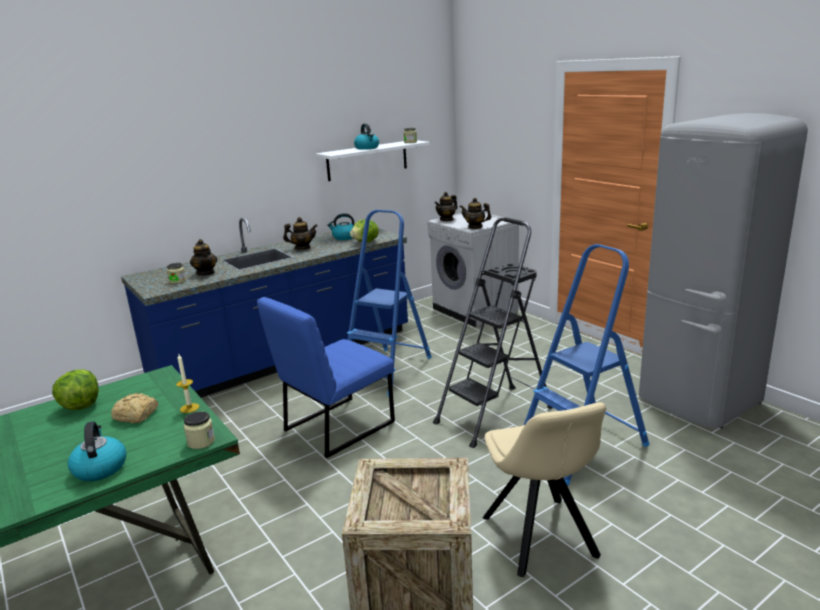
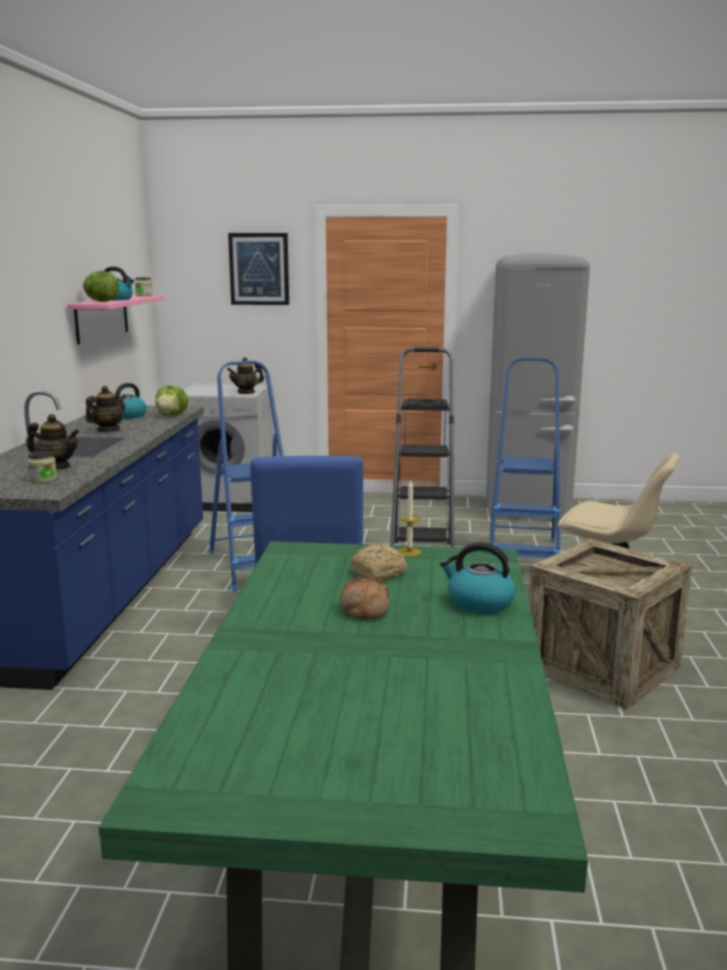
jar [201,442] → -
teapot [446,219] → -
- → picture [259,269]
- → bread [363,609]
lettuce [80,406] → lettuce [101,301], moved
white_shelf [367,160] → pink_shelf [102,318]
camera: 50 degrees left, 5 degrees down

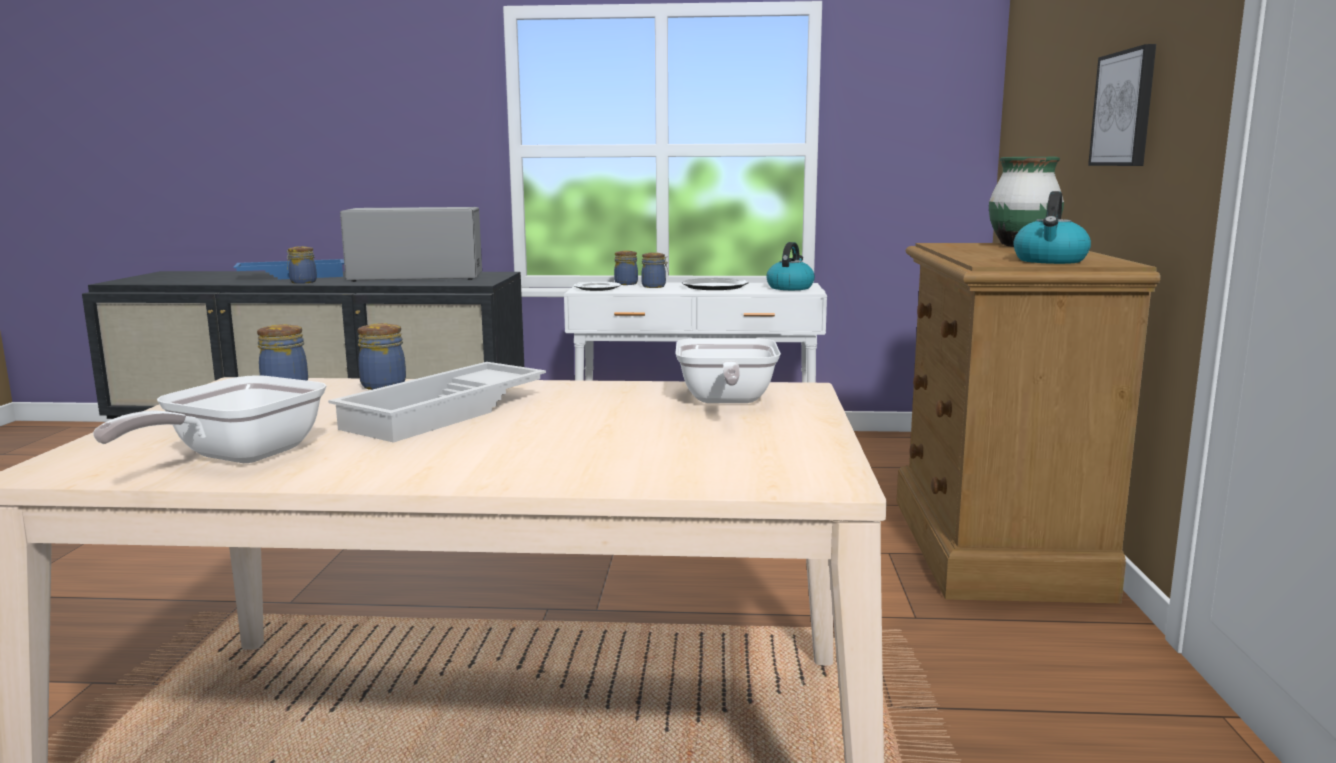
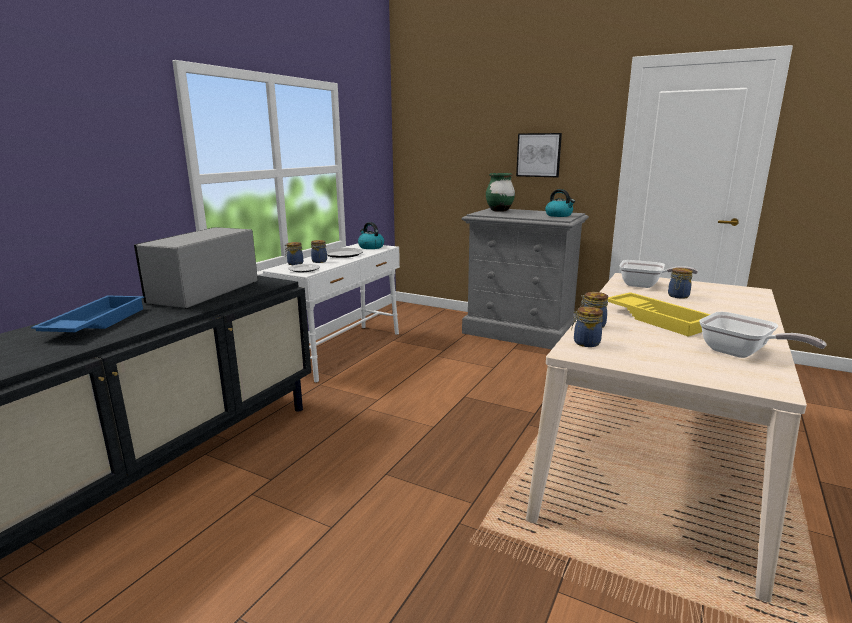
jar [302,282] → jar [678,296], moved
white_tray [446,413] → yellow_tray [658,319]
brown_dresser [994,546] → grey_dresser [519,332]
camera: 65 degrees left, 5 degrees up

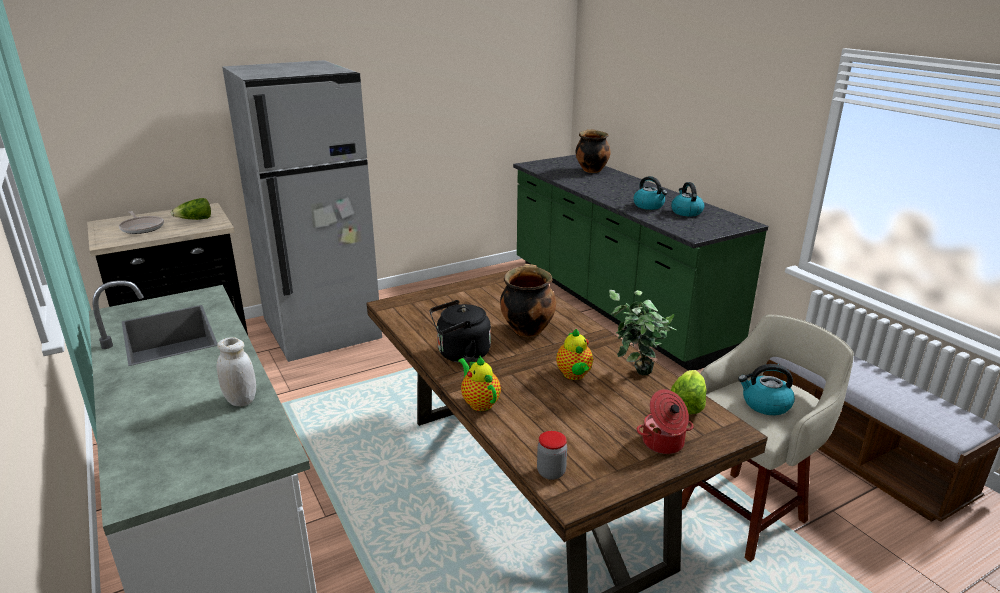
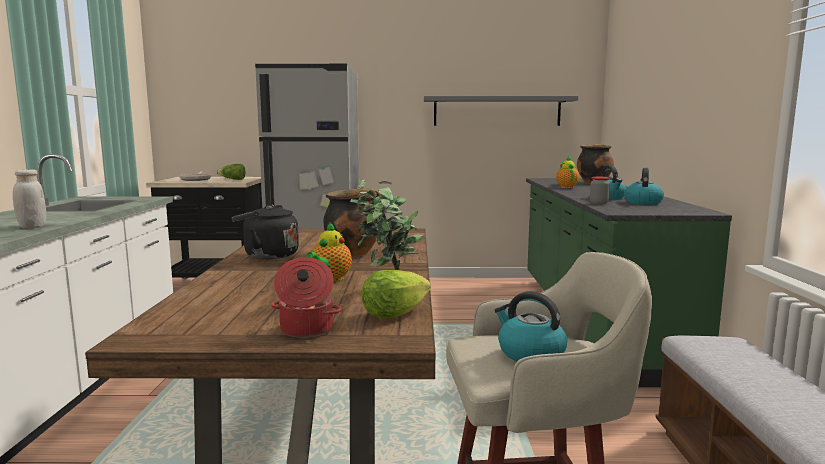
- → grey_shelf [497,111]
teapot [479,402] → teapot [566,187], moved
jar [551,472] → jar [598,203], moved
camera: 30 degrees right, 15 degrees down

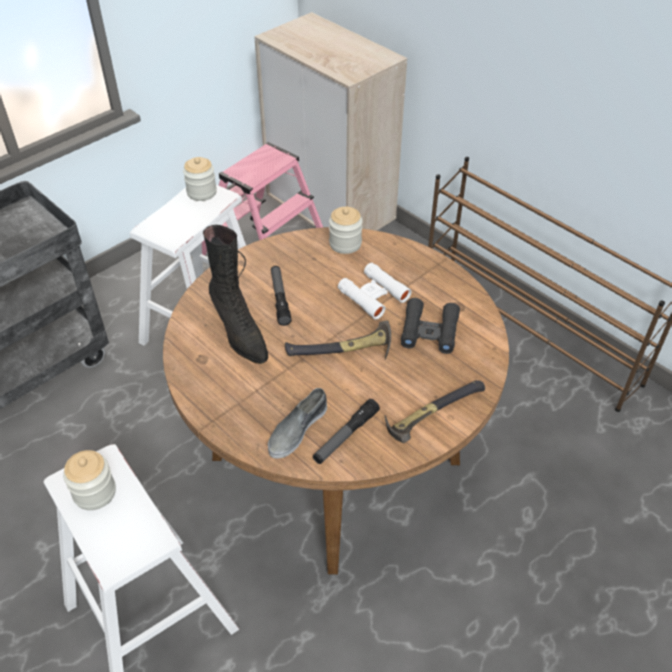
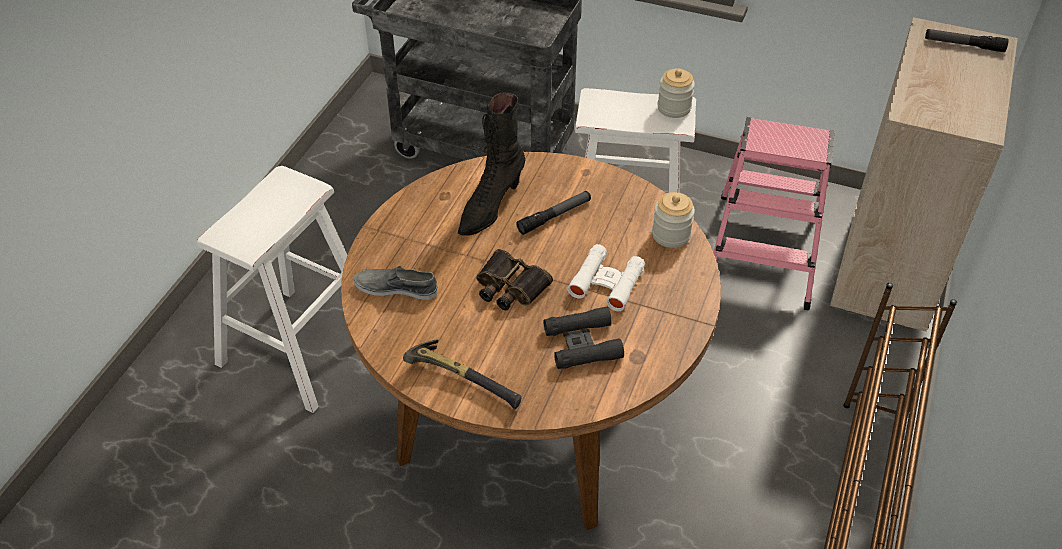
jar [94,492] → -
flashlight [346,436] → flashlight [964,45], moved
hammer [343,353] → binoculars [509,287]
camera: 65 degrees right, 0 degrees up

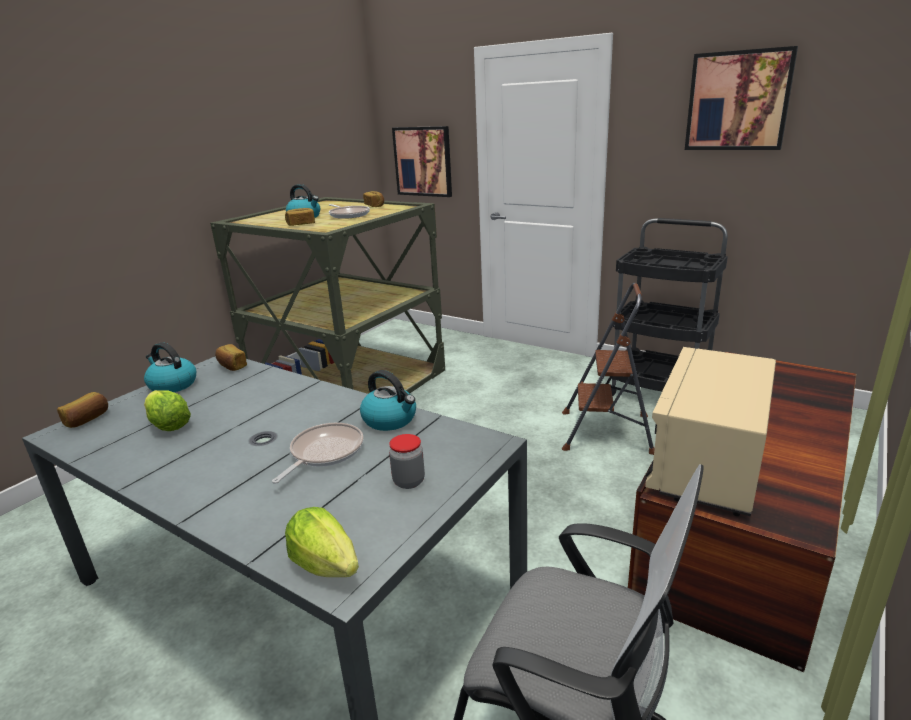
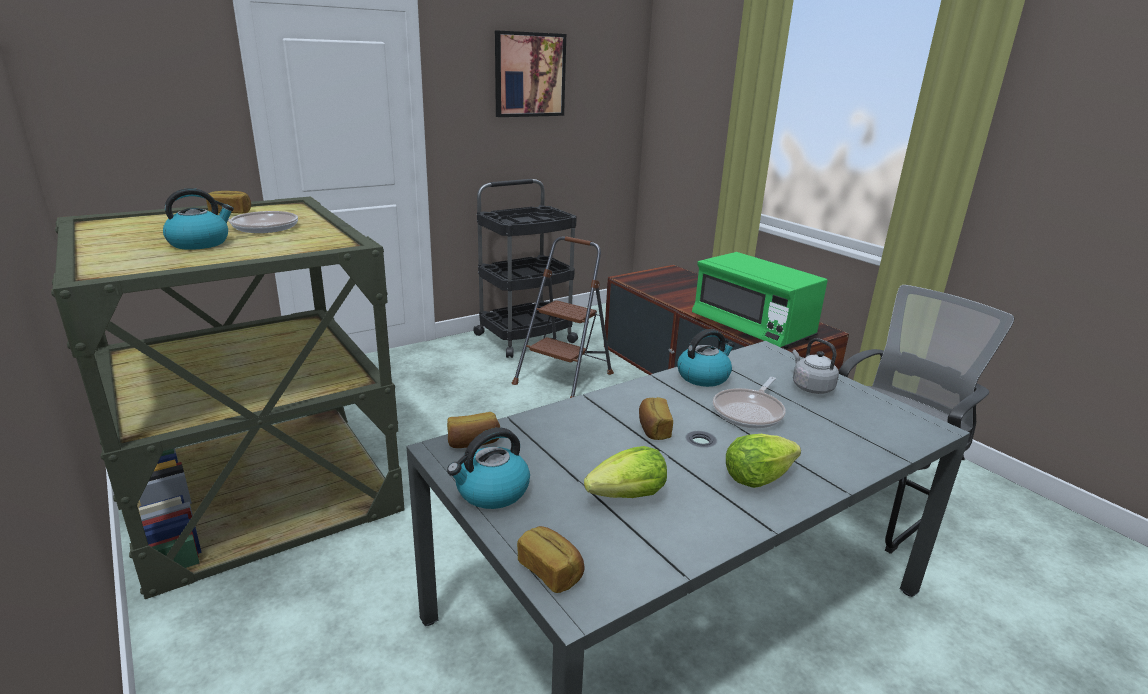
picture [423,161] → -
bread [301,224] → bread [653,429], moved
lettuce [325,564] → lettuce [756,478], moved
jar [409,481] → grey_kettle [810,387]
beige_microwave [707,464] → green_microwave [752,328]
frying_pan [324,453] → frying_pan [749,412], 105 degrees counterclockwise
camera: 70 degrees left, 0 degrees up

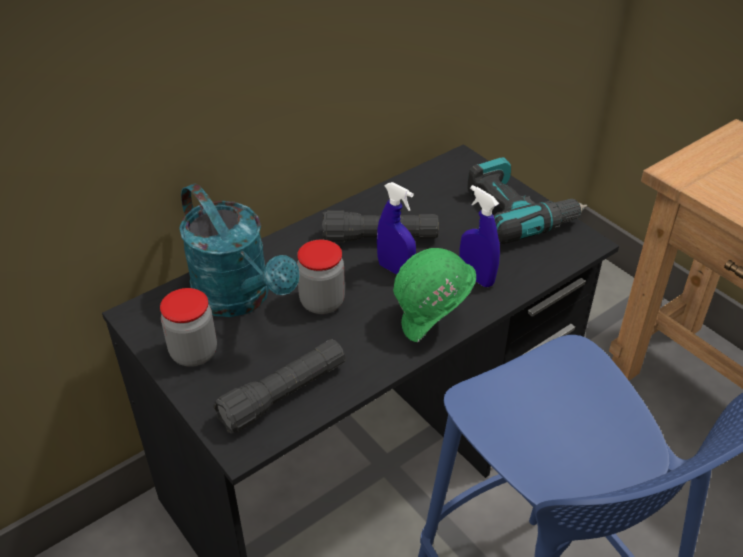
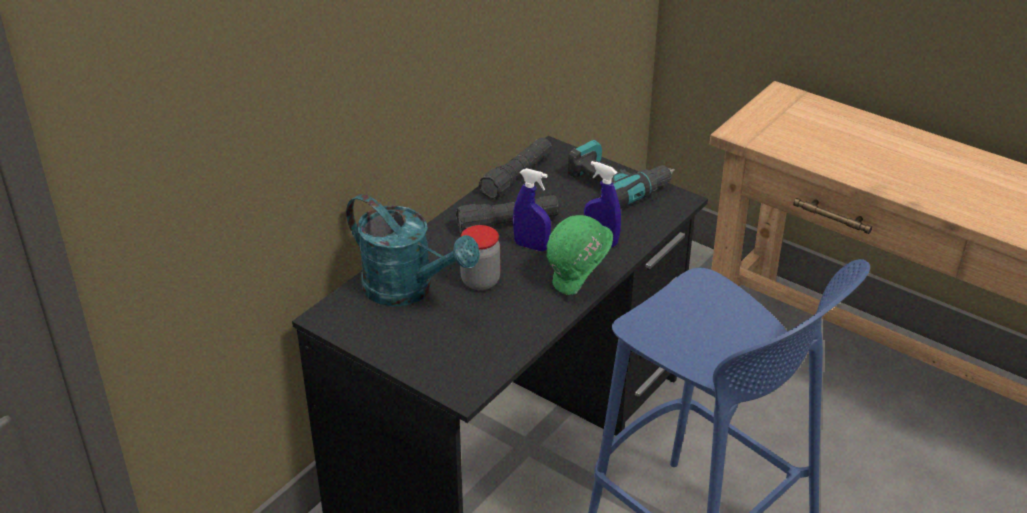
jar [194,353] → -
black_flashlight [283,395] → black_flashlight [517,177], moved
camera: 15 degrees left, 5 degrees down

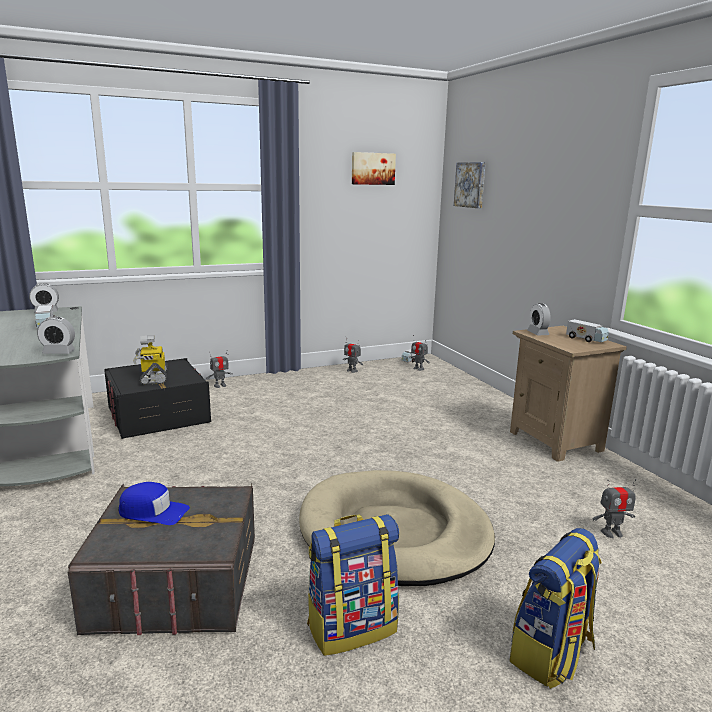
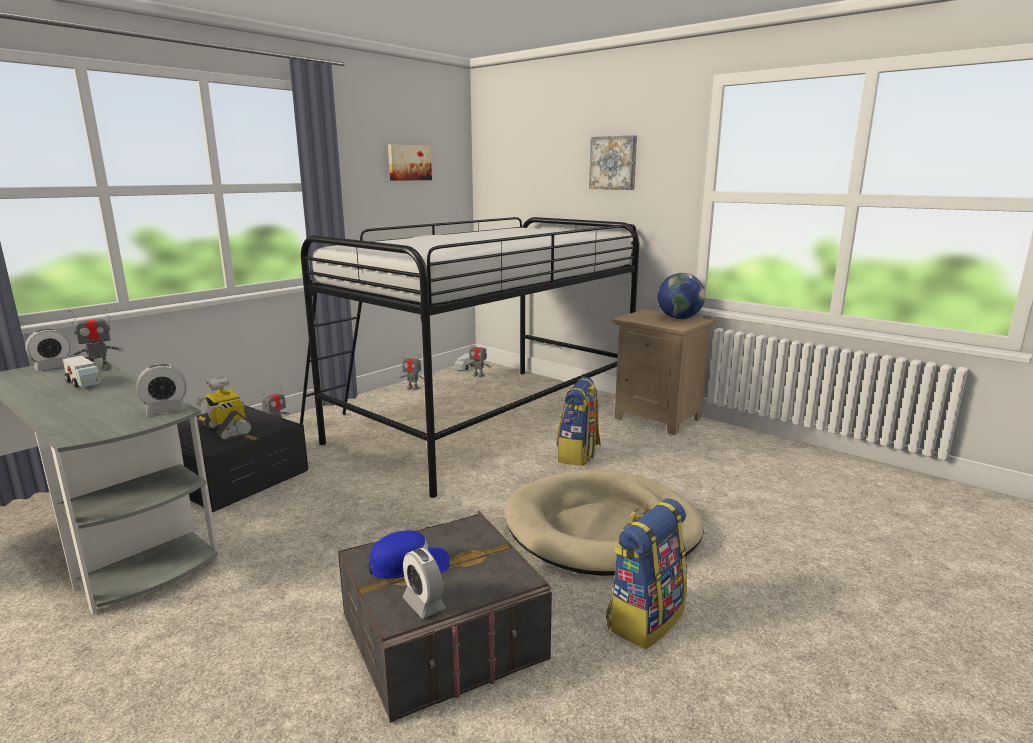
- → black_bed [483,421]
picture [471,185] → picture [614,163], moved
backpack [552,654] → backpack [578,455], moved
alarm_clock [537,333] → alarm_clock [423,604], moved
toy_robot [611,533] → toy_robot [100,369], moved
toy_truck [586,339] → globe [679,318]
camera: 25 degrees left, 0 degrees up

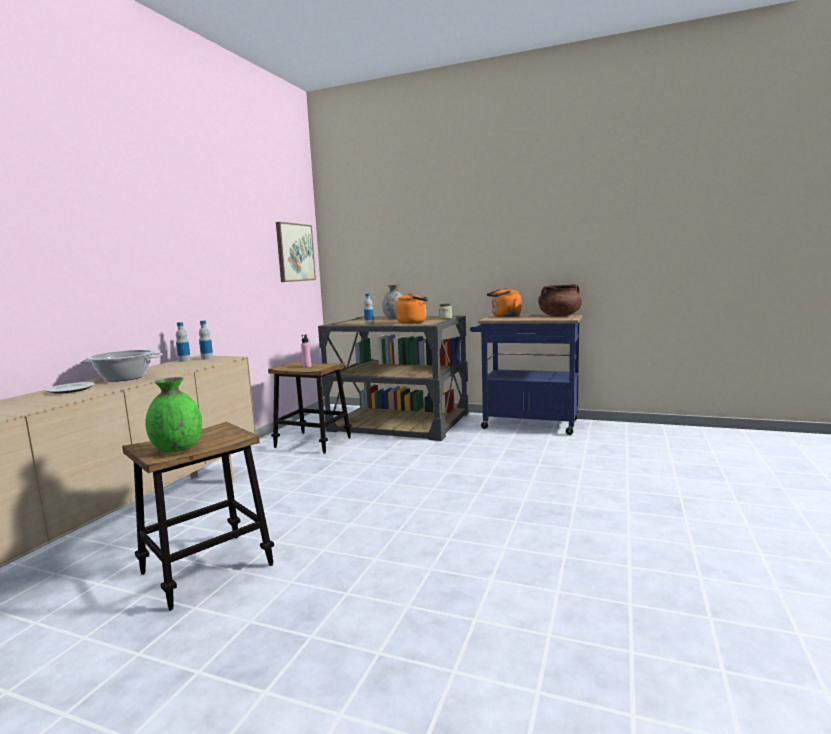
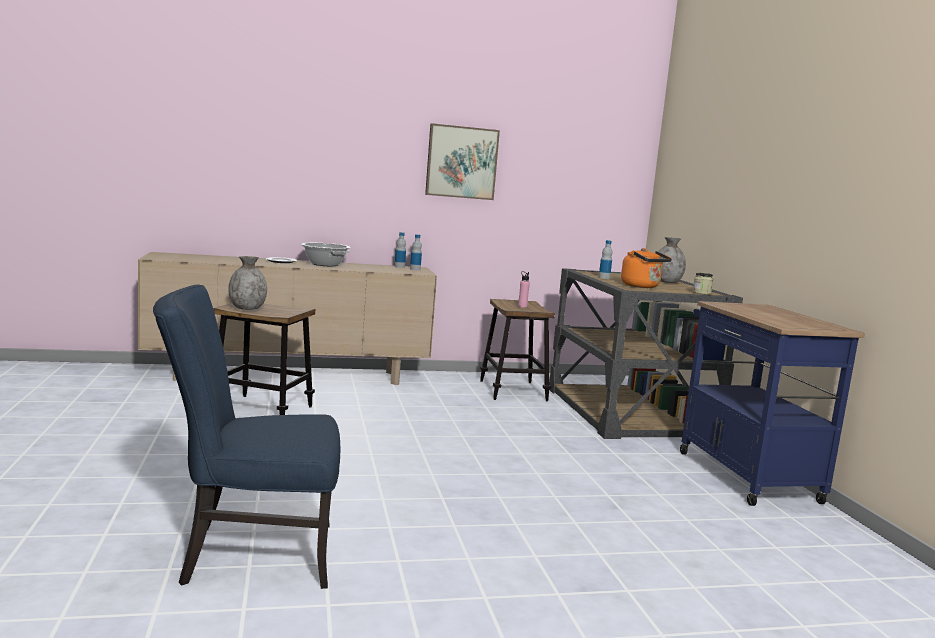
orange_kettle [504,316] → -
brown_cooking_pot [559,316] → -
- → blue_chair [249,554]
picture [295,252] → picture [461,162], moved
green_vase [177,449] → grey_vase [247,308]
camera: 55 degrees right, 0 degrees up

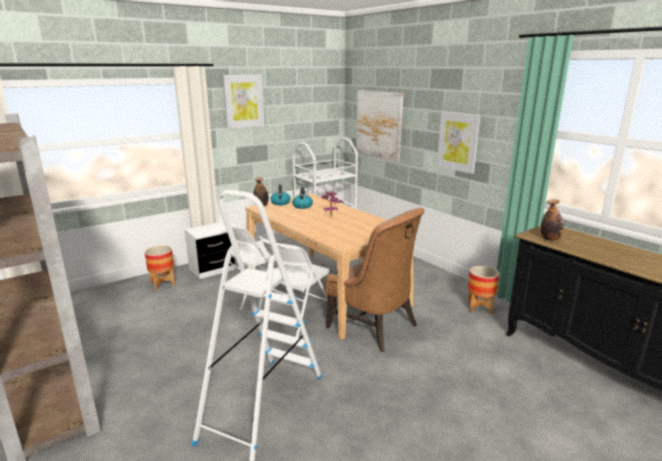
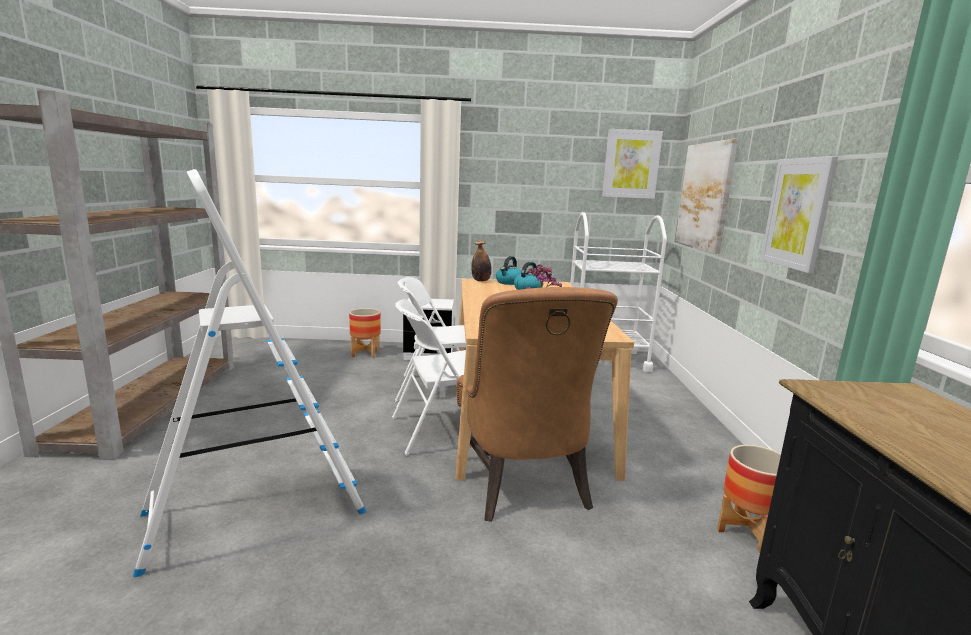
bottle [550,239] → -
picture [243,101] → picture [631,164], moved
camera: 35 degrees right, 5 degrees down

